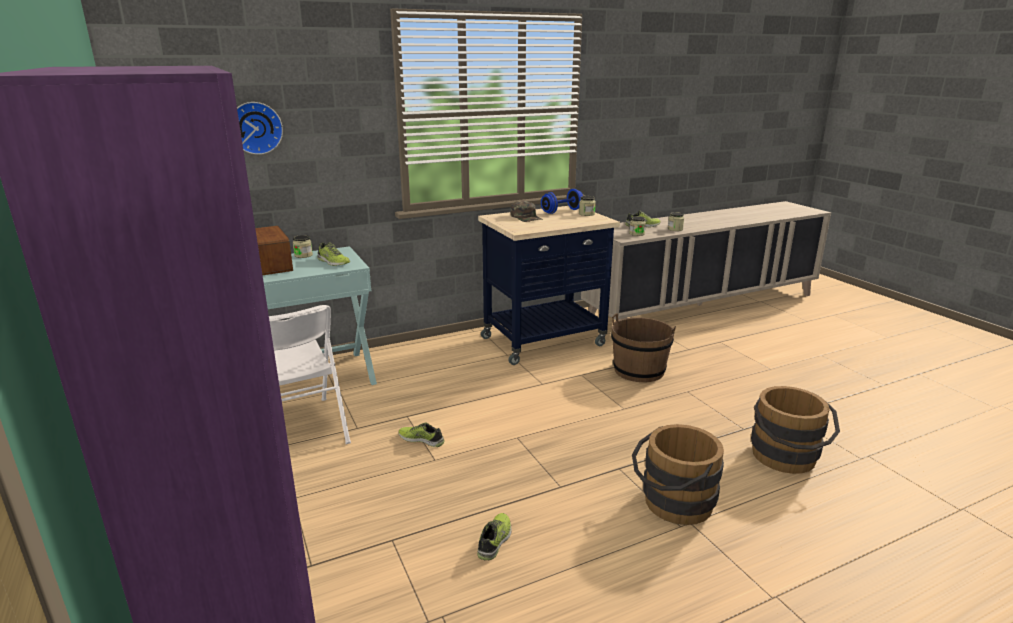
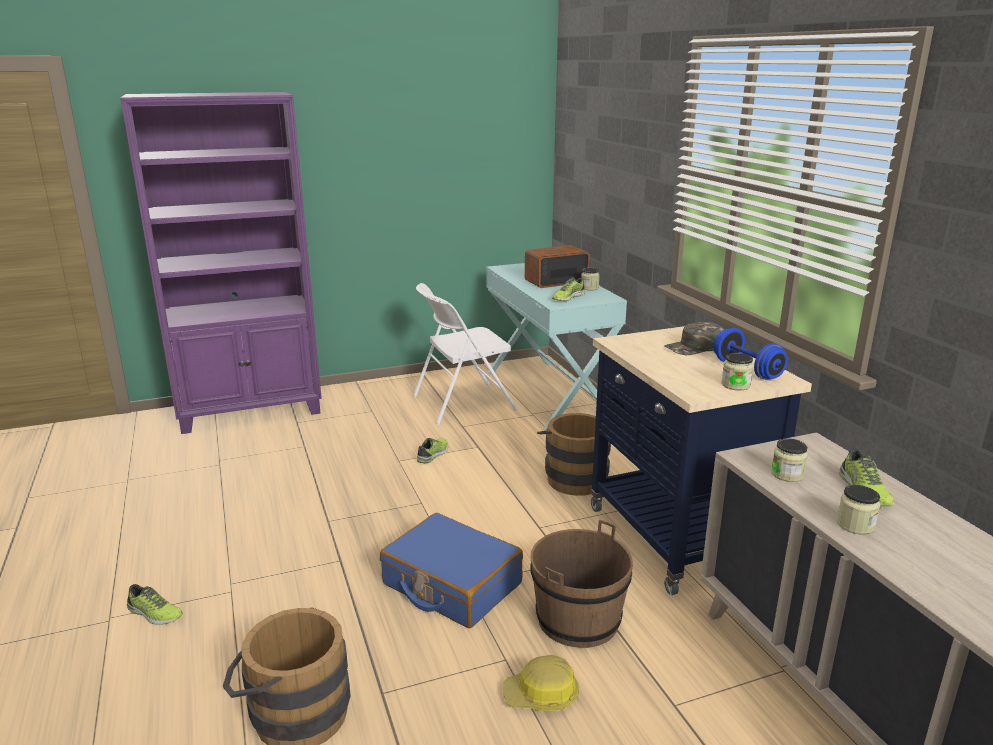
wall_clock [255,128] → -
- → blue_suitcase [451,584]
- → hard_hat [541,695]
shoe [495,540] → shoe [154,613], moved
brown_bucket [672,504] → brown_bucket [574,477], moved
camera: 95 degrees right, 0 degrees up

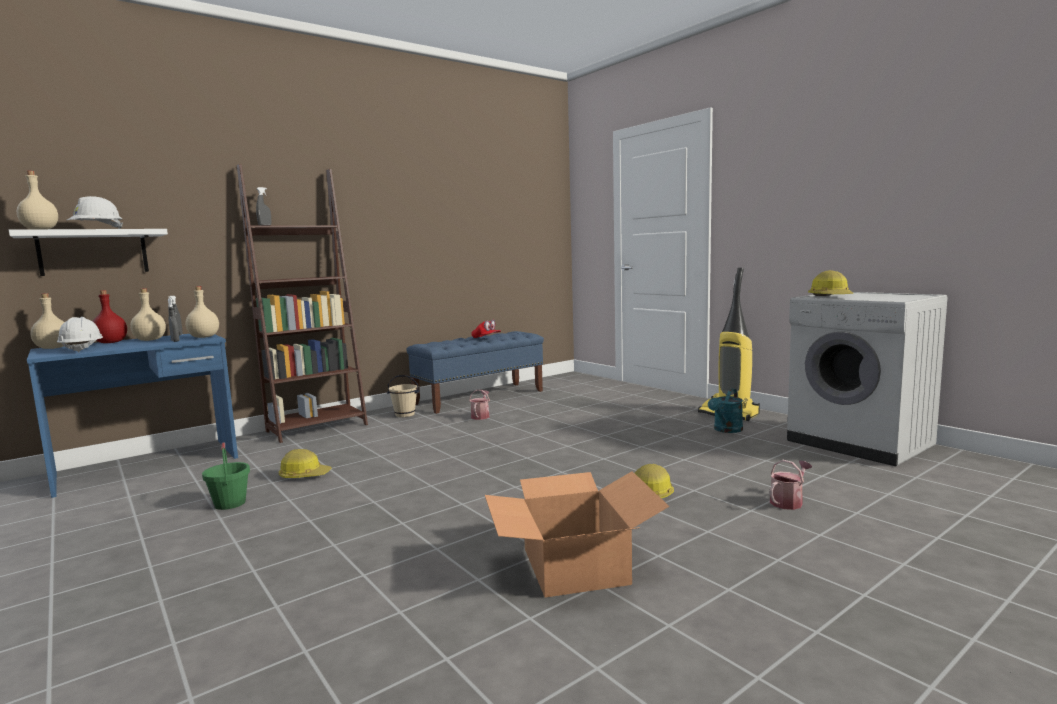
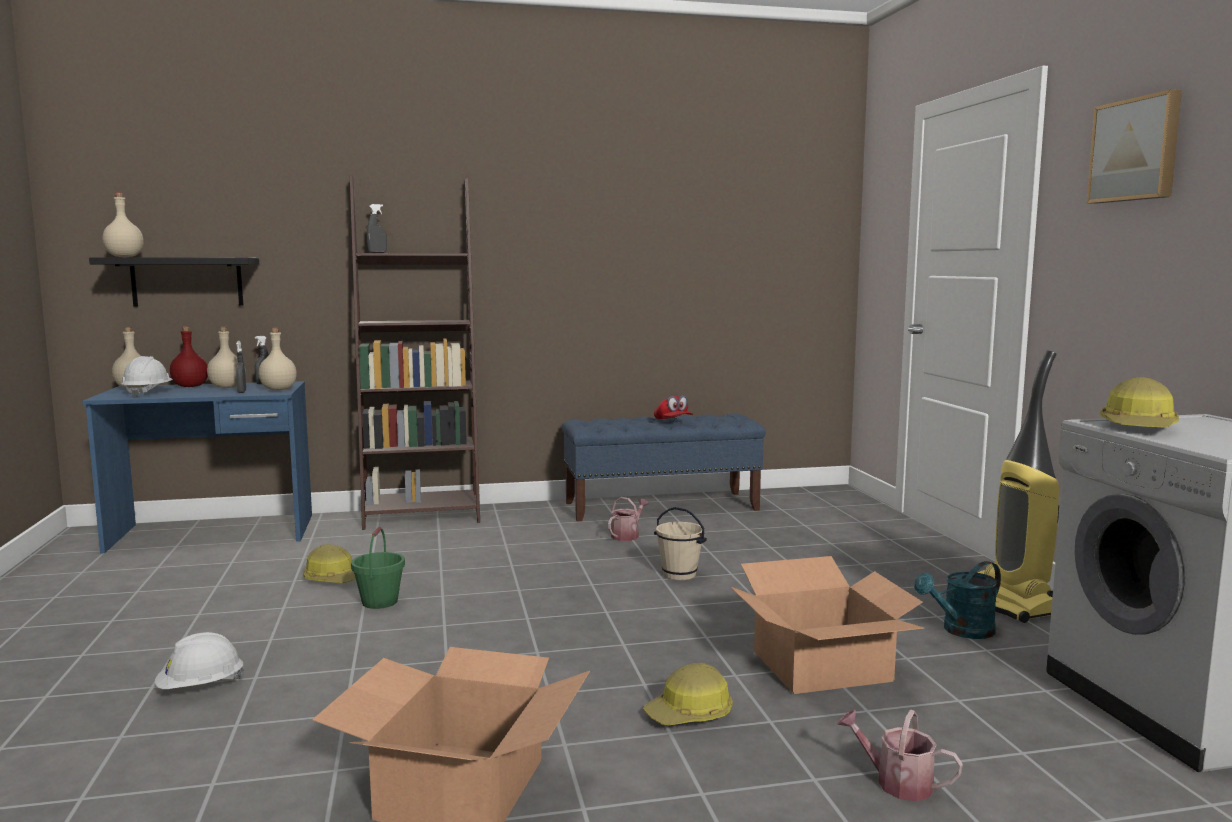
- → cardboard_box [822,667]
- → picture [1136,150]
white_hard_hat [96,229] → white_hard_hat [200,688], moved
green_bucket [230,503] → green_bucket [380,602], moved
beige_bucket [405,414] → beige_bucket [680,574], moved
white_shelf [93,252] → black_shelf [187,282]
watering_can [788,501] → watering_can [896,782], 135 degrees counterclockwise
camera: 25 degrees right, 0 degrees up

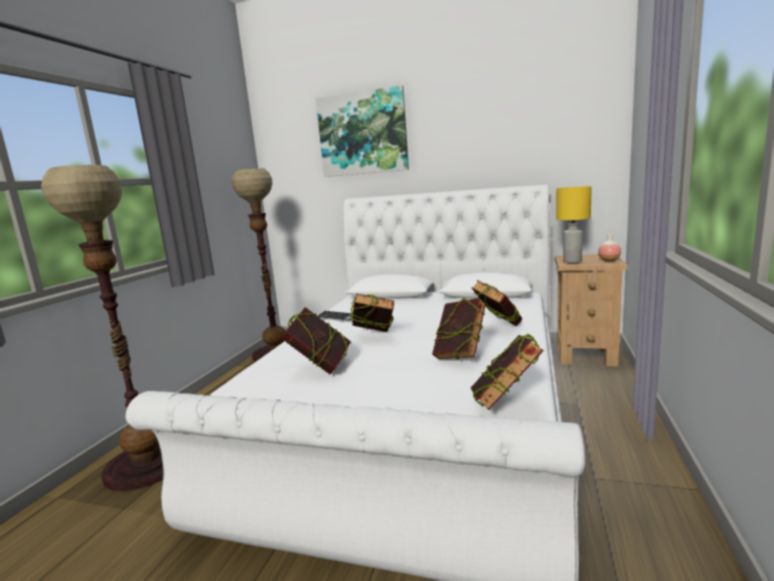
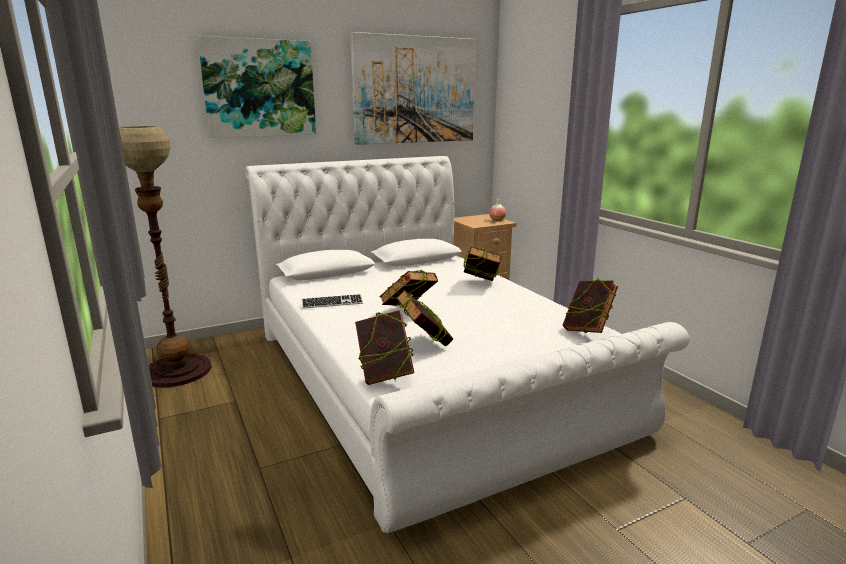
floor_lamp [147,464] → -
yellow_table_lamp [572,261] → -
- → picture [415,90]
book [460,356] → book [385,375], moved
camera: 45 degrees left, 5 degrees up

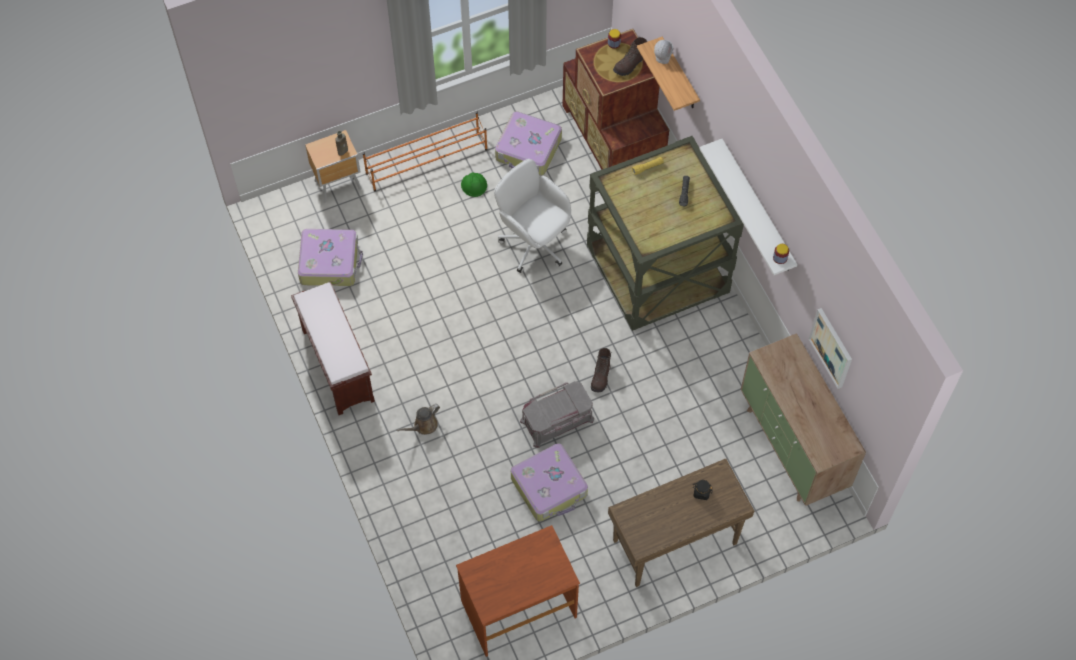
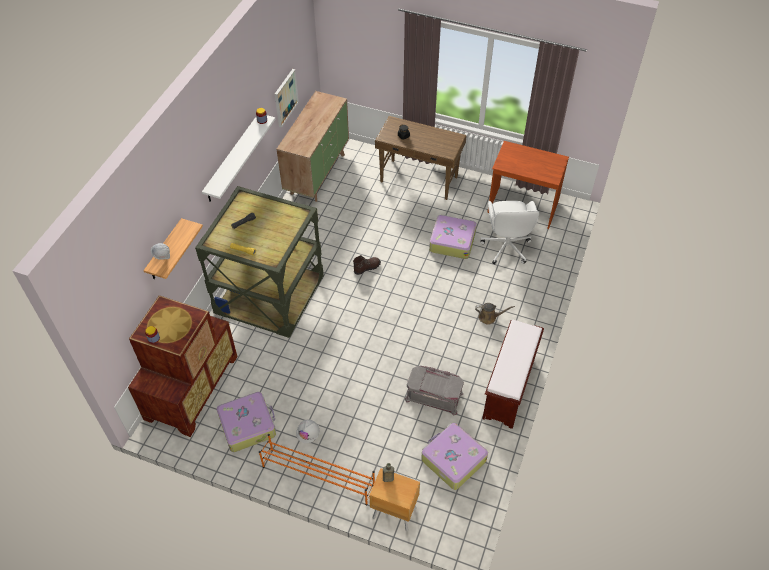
brown_boot [630,64] → -
white_office_chair [534,244] → white_office_chair [506,247], moved
grey_storage_box [557,421] → grey_storage_box [434,395], moved
green_hard_hat [474,185] → white_hard_hat [308,432]
camera: 135 degrees left, 10 degrees down

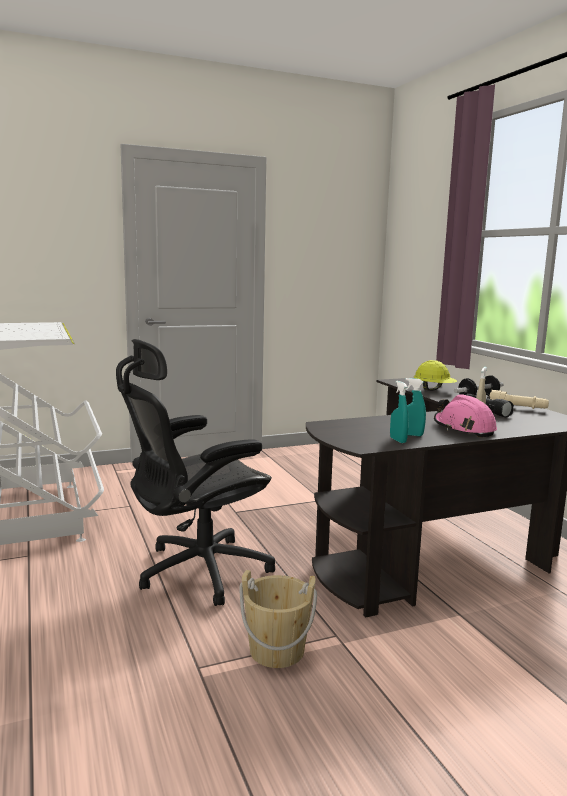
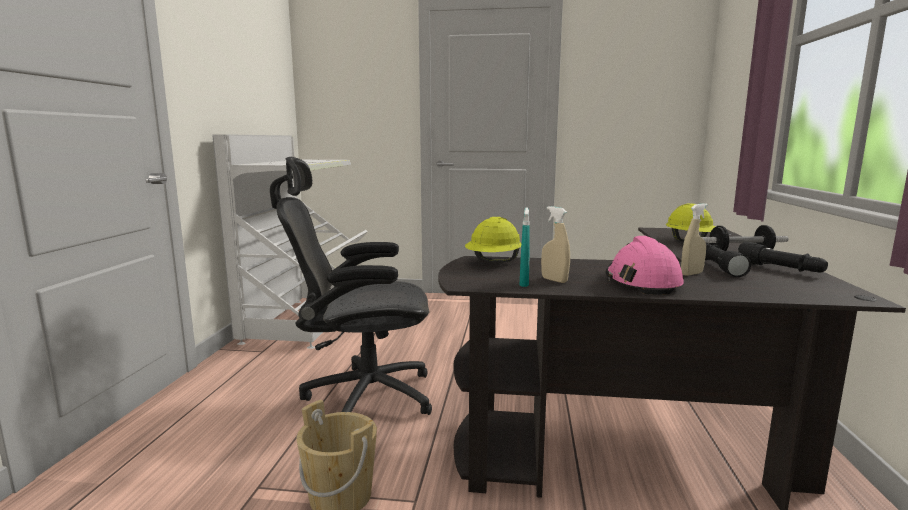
- → yellow_hard_hat [493,262]
turquoise_spray_bottle [411,435] → beige_spray_bottle [554,280]
beige_flashlight [518,408] → black_flashlight [780,269]
camera: 30 degrees right, 0 degrees up

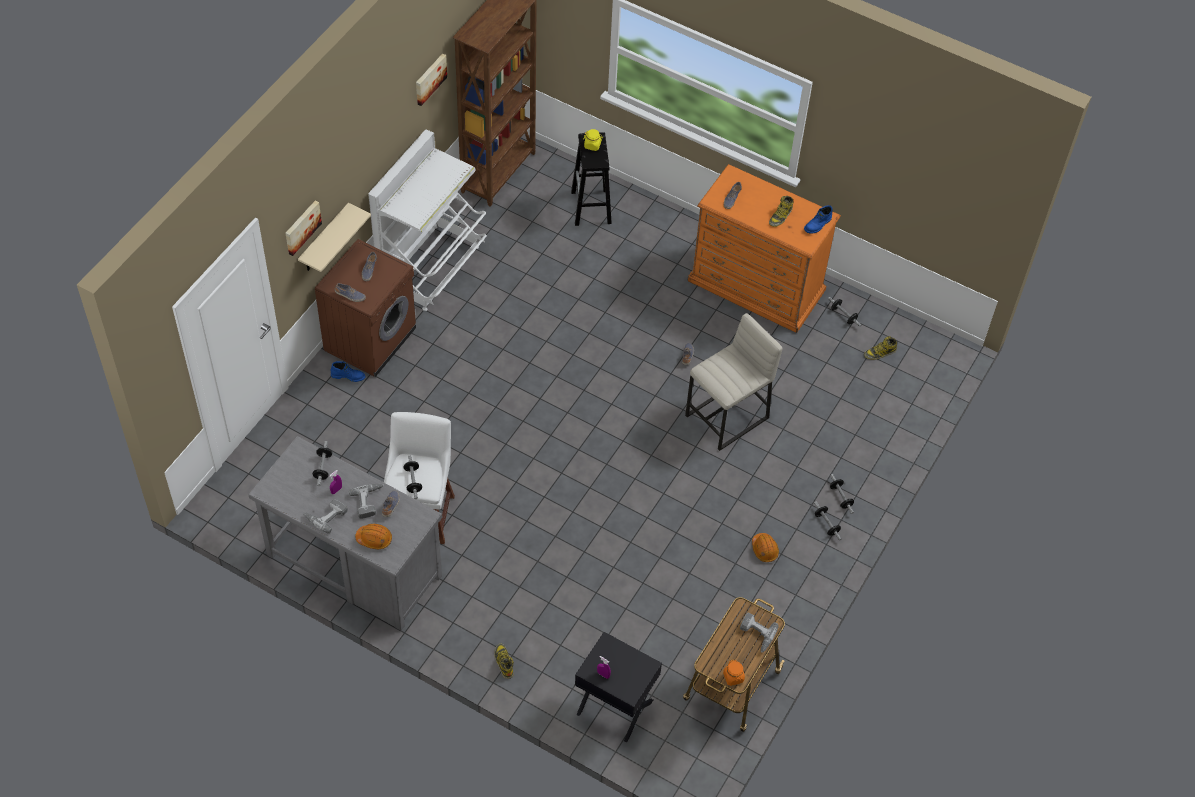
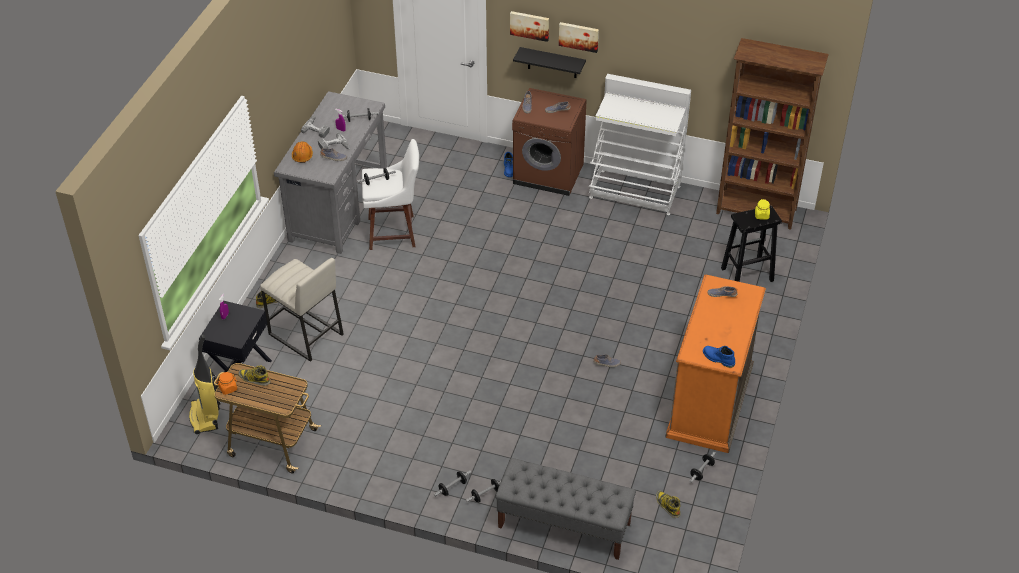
power_drill [756,634] → -
orange_hard_hat [764,549] → -
- → vacuum_cleaner [206,417]
- → grey_bench [563,525]
picture [429,78] → picture [579,36], moved
beige_stool [727,416] → beige_stool [306,334], moved
boot [780,216] → boot [254,379], moved
beige_shelf [324,240] → black_shelf [552,63]
camera: 80 degrees right, 10 degrees down

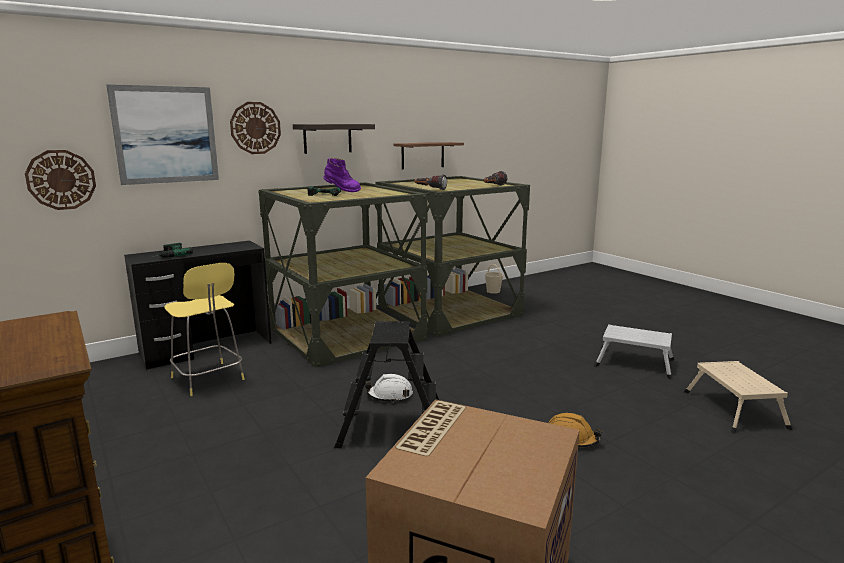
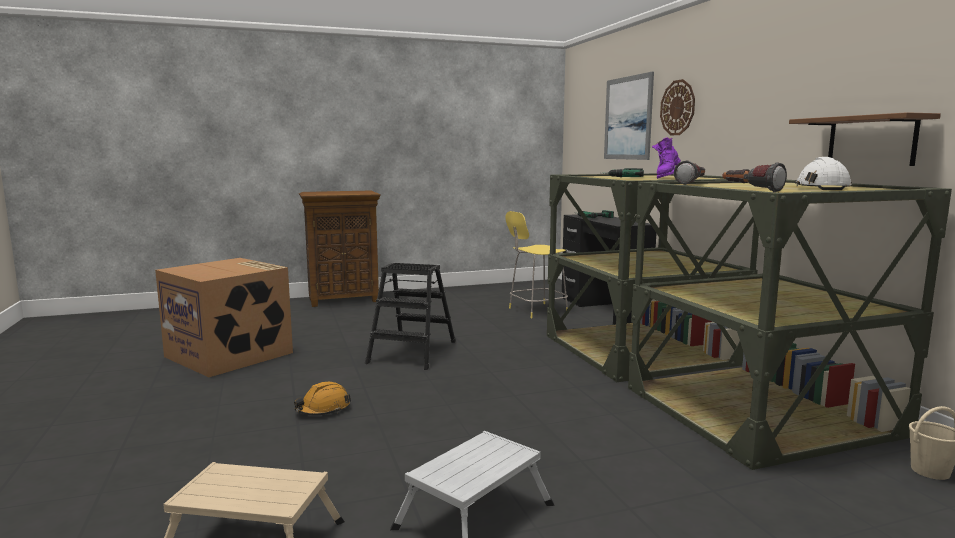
wall_clock [61,180] → -
shelf [327,138] → -
white_hard_hat [390,395] → white_hard_hat [821,188], moved
camera: 105 degrees right, 5 degrees down

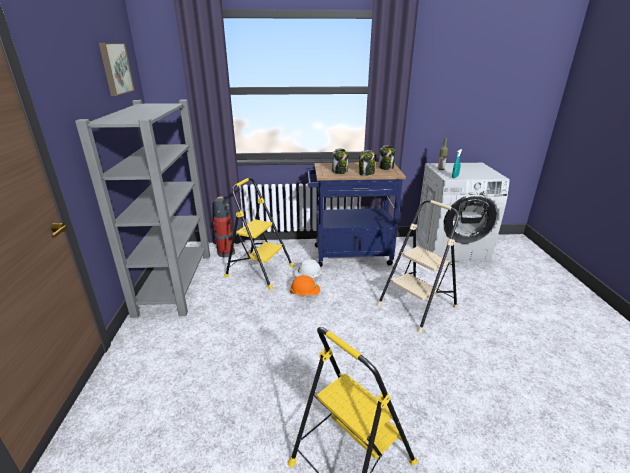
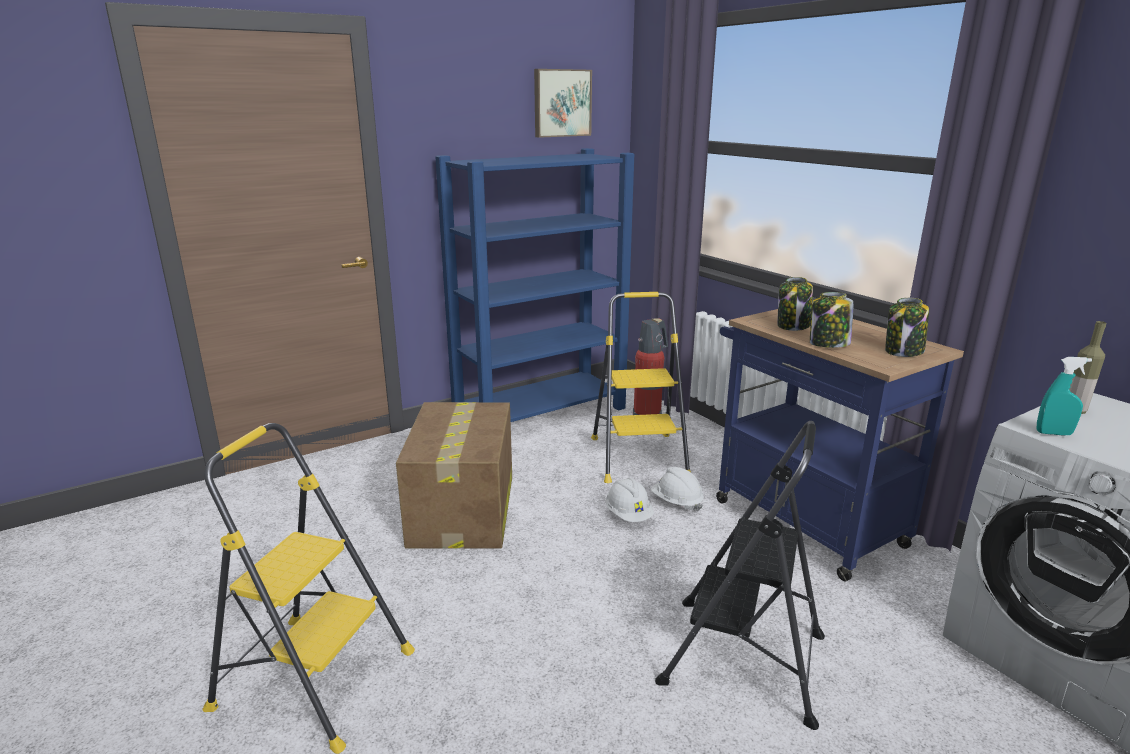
- → cardboard_box [462,511]
grey_bookcase [175,282] → blue_bookcase [540,414]
orange_hard_hat [305,294] → white_hard_hat [628,515]
beige_step_ladder [418,304] → black_step_ladder [748,659]
camera: 60 degrees right, 5 degrees down

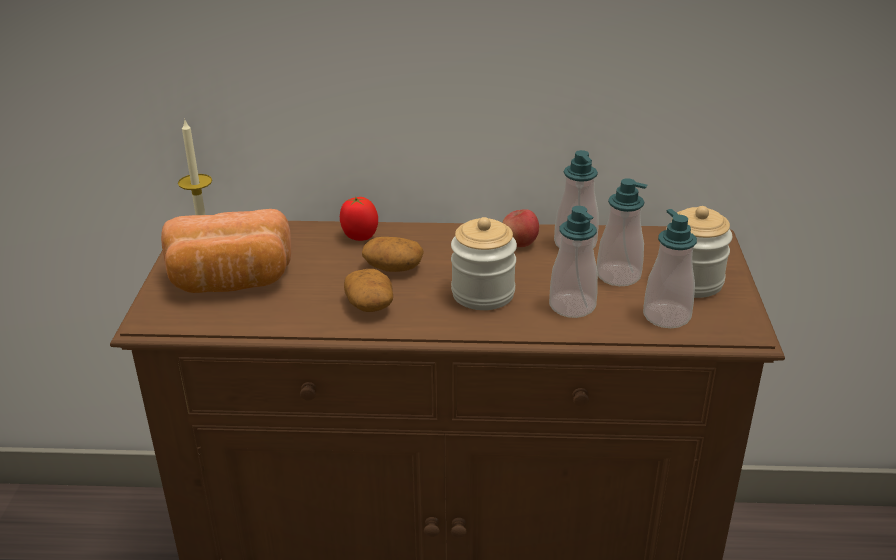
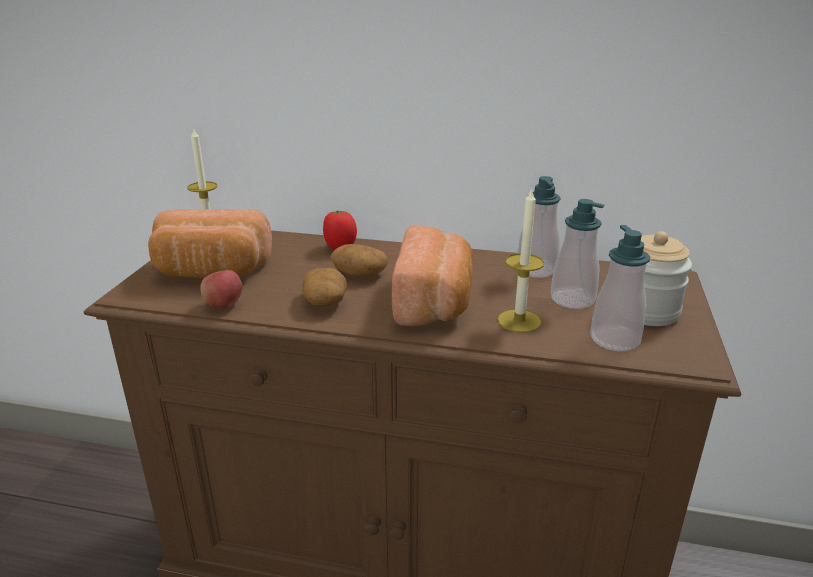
apple [520,243] → apple [224,305], moved
jar [483,294] → bread [434,302]
soap_dispenser [572,306] → candle [519,321]
camera: 10 degrees right, 5 degrees down

